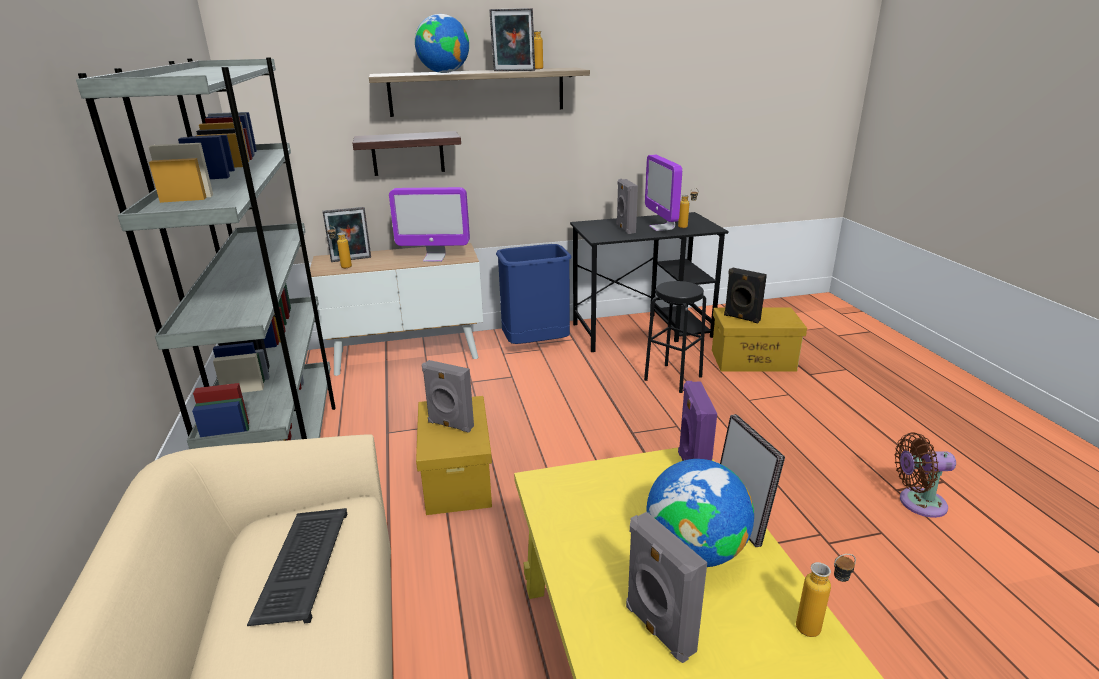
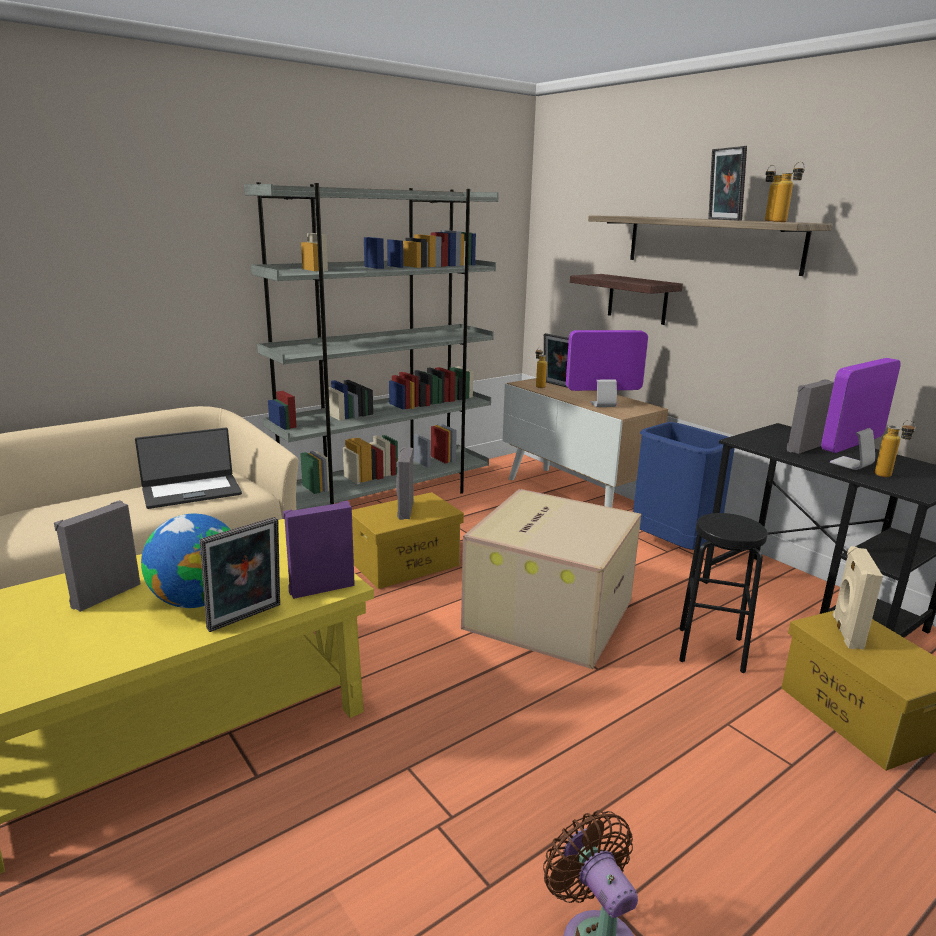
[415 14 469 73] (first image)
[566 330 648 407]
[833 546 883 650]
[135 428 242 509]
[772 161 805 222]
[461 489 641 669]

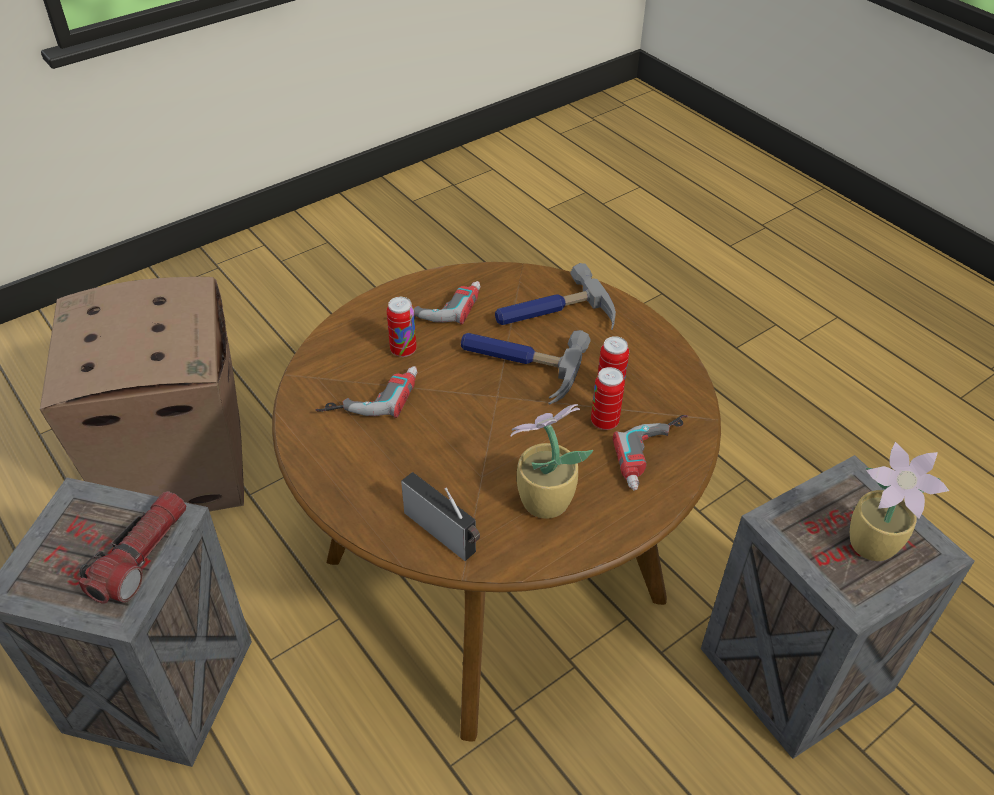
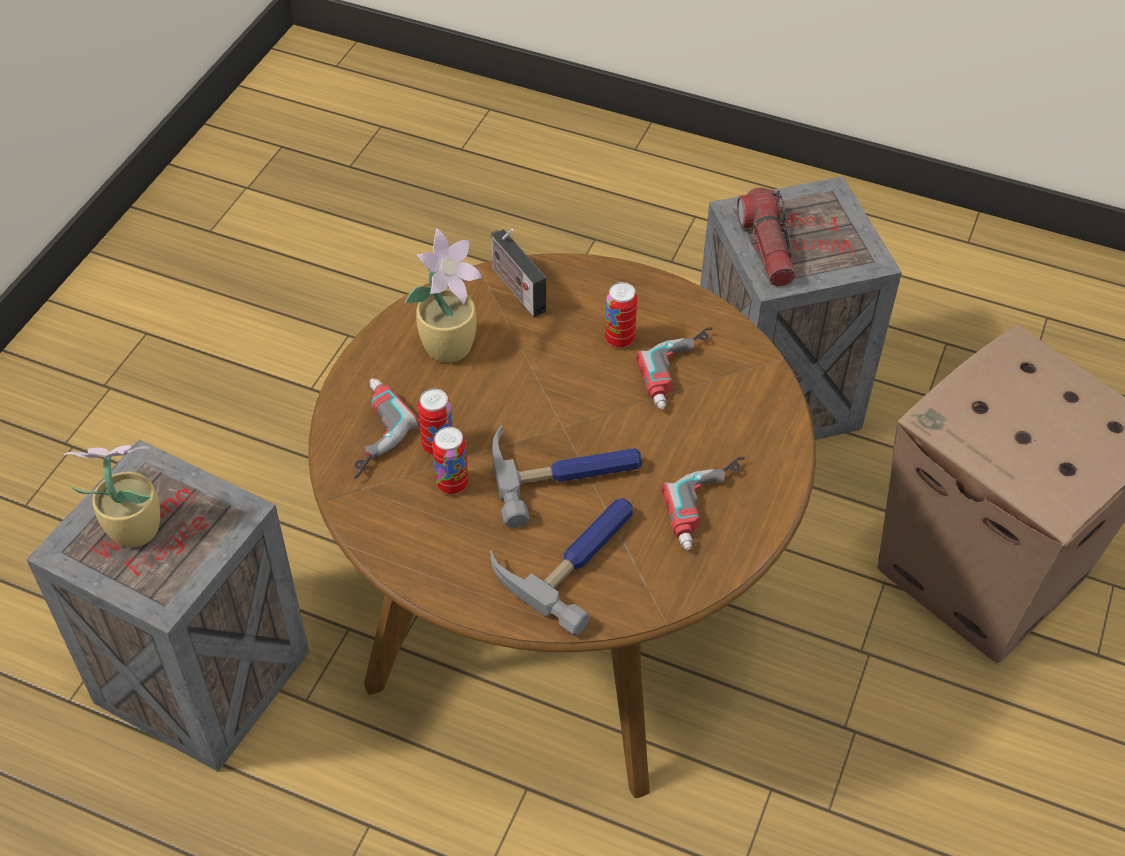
[605 282 637 348]
[491 229 546 317]

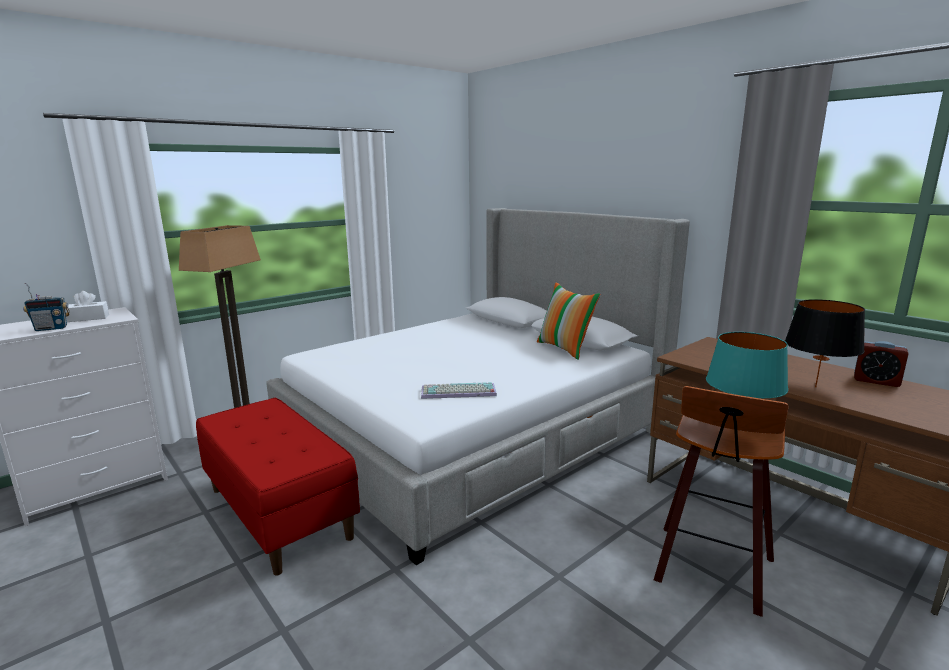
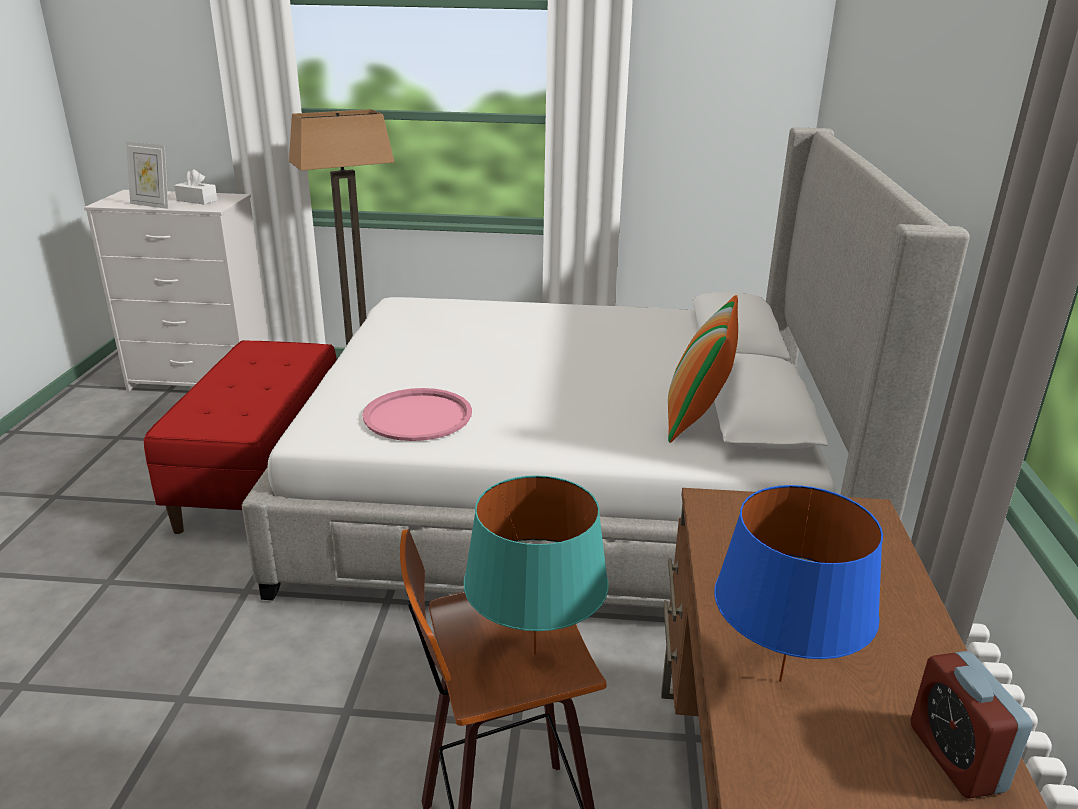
[126 141 168 209]
[714 485 883 682]
[362 388 472 441]

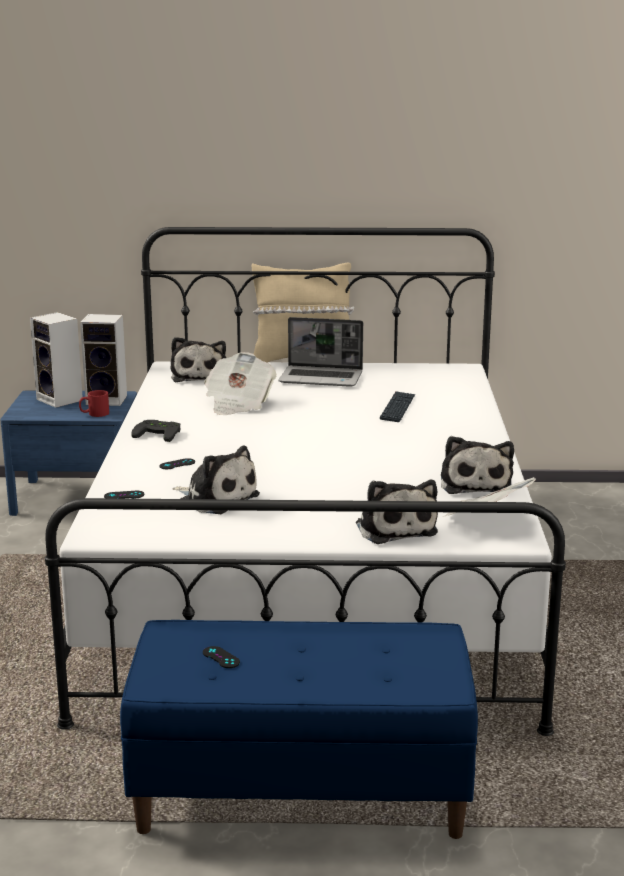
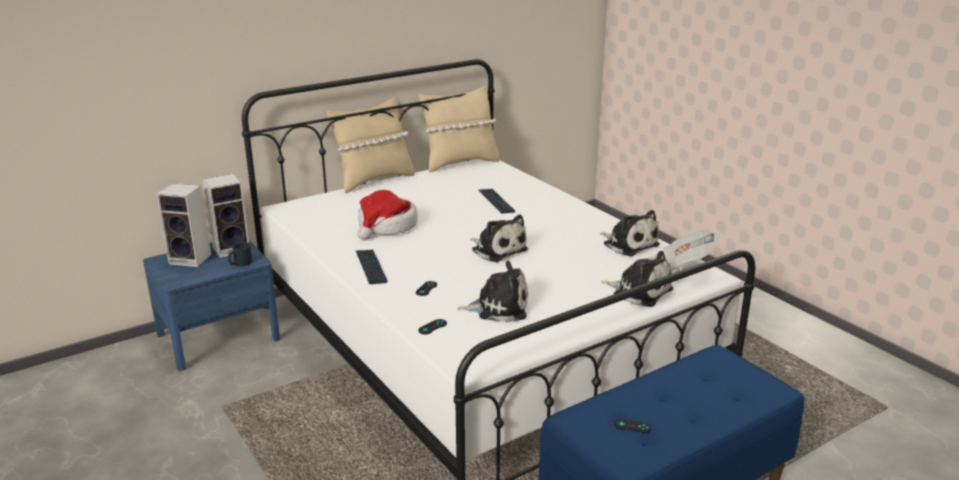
[278 317 363 387] (first image)
[470 215 528 262]
[357 190 418 240]
[228 242 252 266]
[356 250 388 284]
[419 86 500 172]

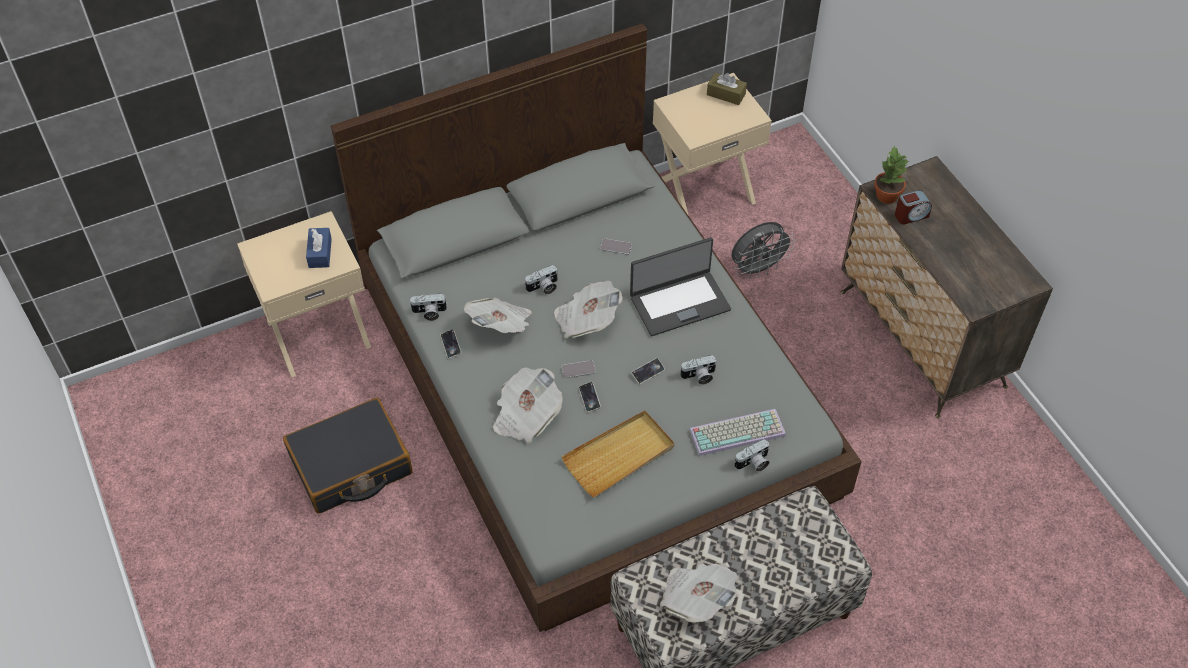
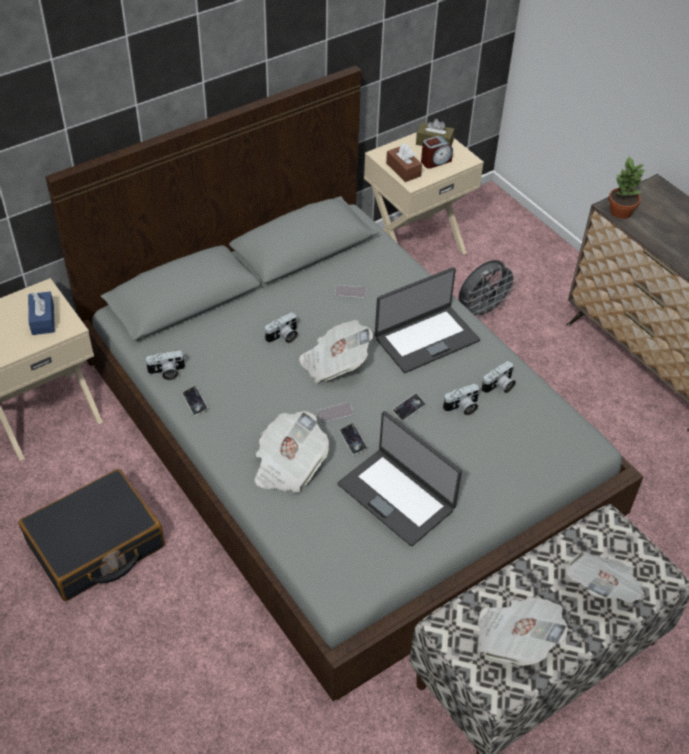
[421 136 453 169]
[565 551 645 603]
[689 409 786 456] (first image)
[338 411 462 546]
[481 361 516 393]
[386 143 422 182]

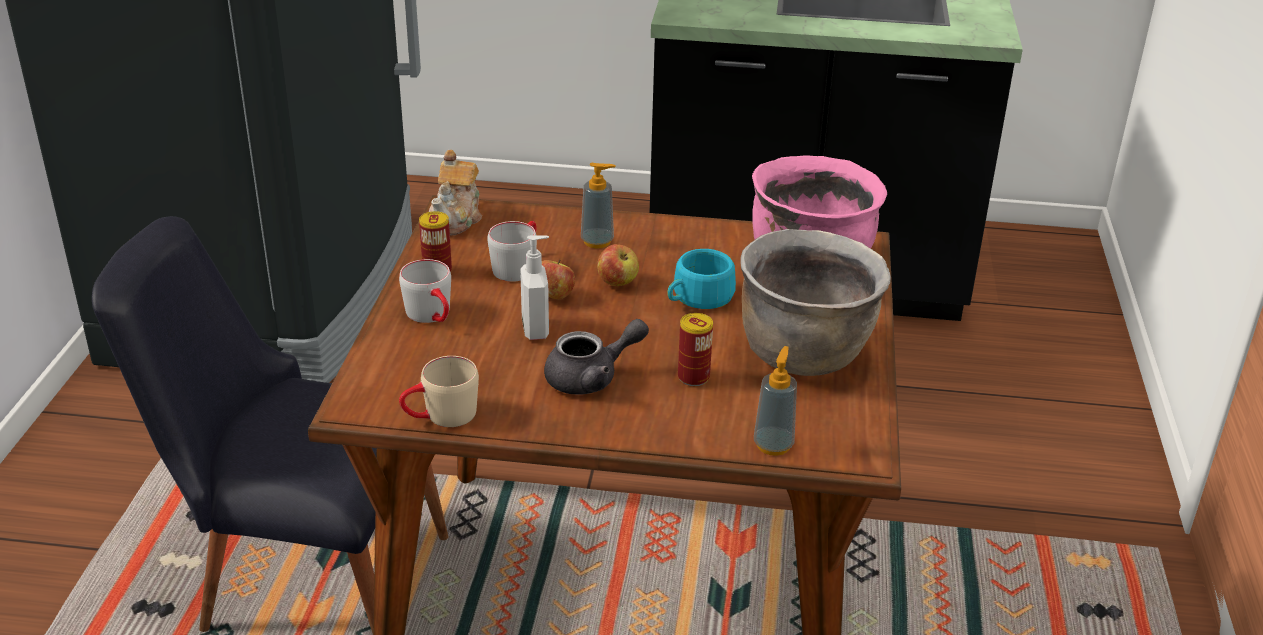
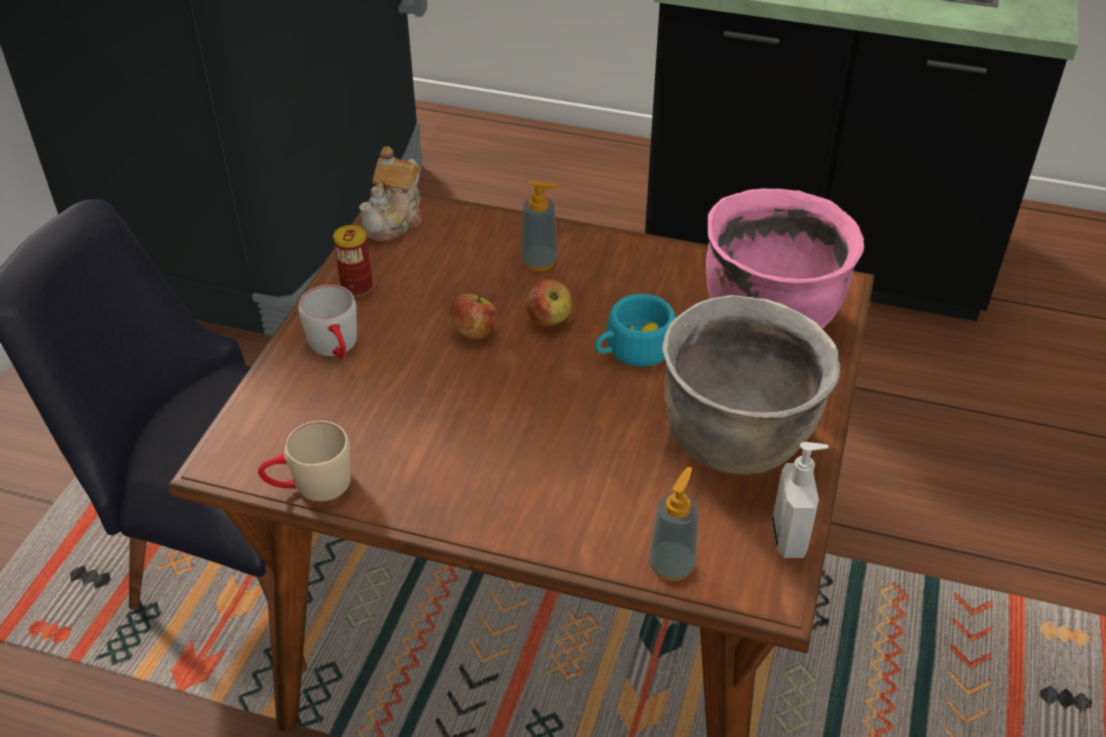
[487 221 536 282] (first image)
[772 442 829 558]
[678 313 713 386] (first image)
[544 319 649 395] (first image)

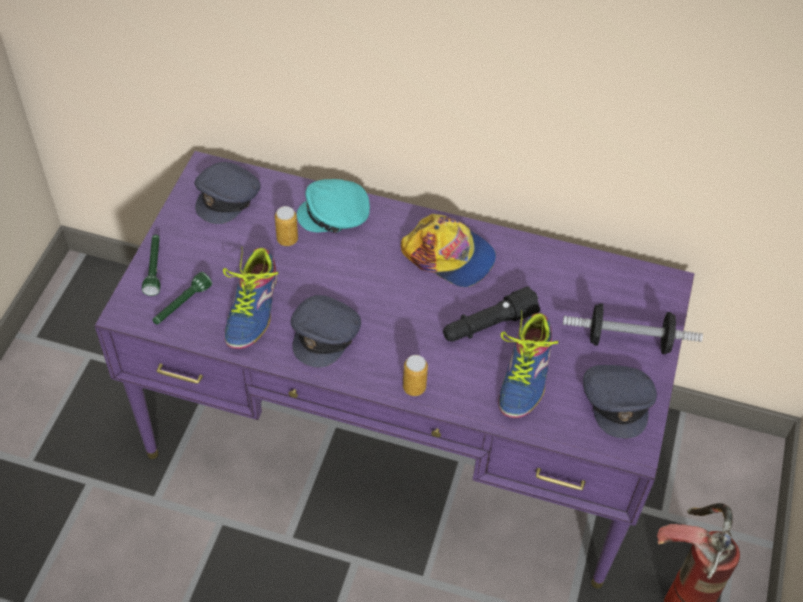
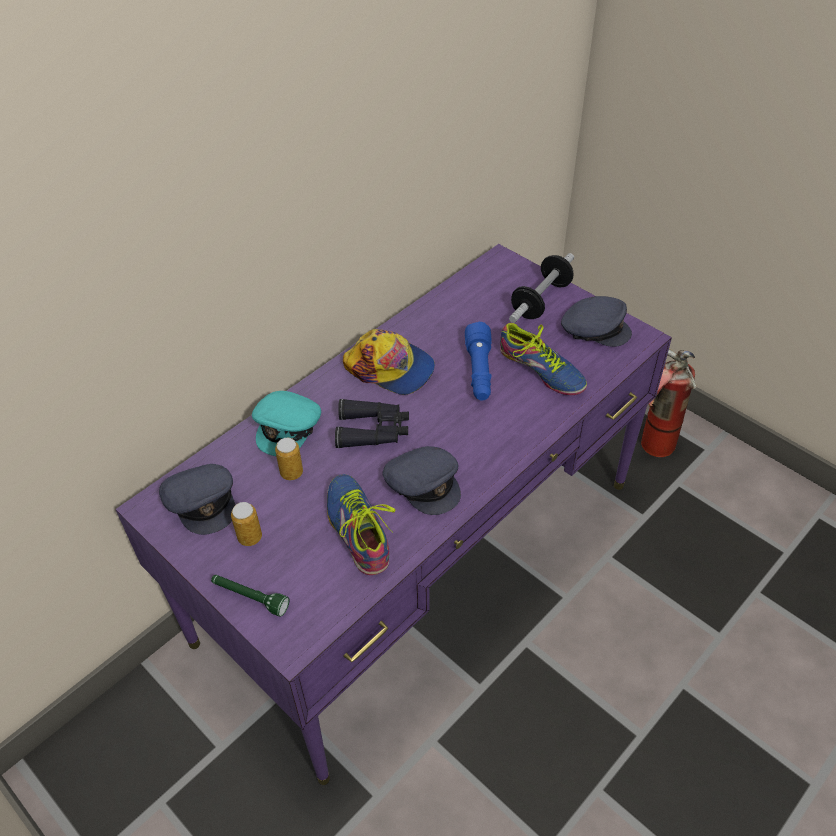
[343 329 435 395]
[327 474 395 575]
[153 272 212 325] (first image)
[465 322 492 401]
[231 502 262 546]
[335 399 409 448]

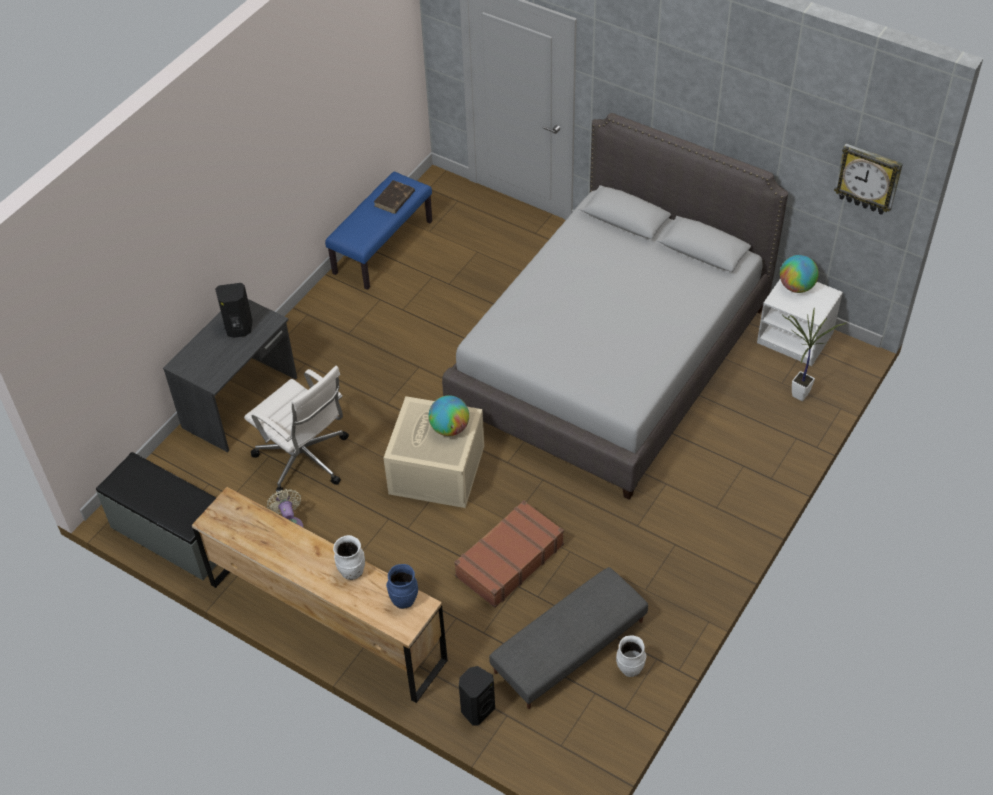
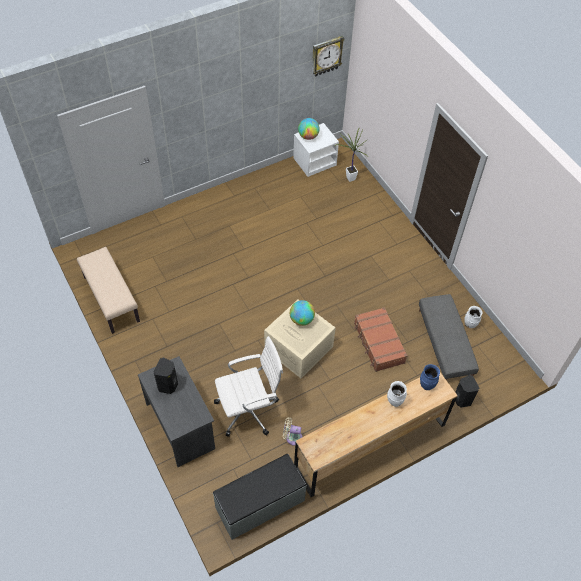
[442 113 788 500] (first image)
[77 247 140 334]
[374 180 415 214] (first image)

